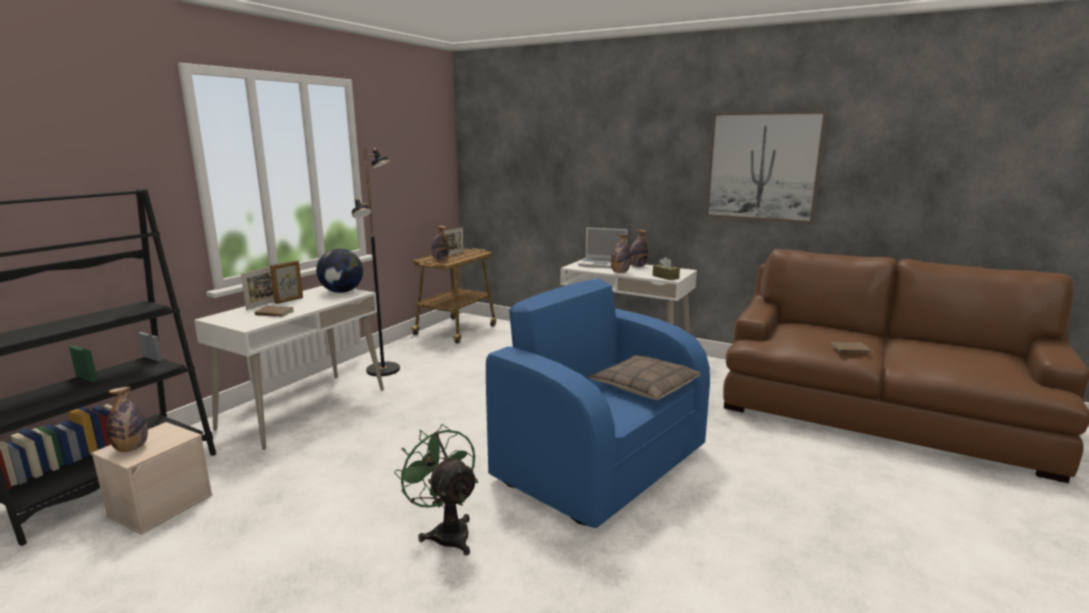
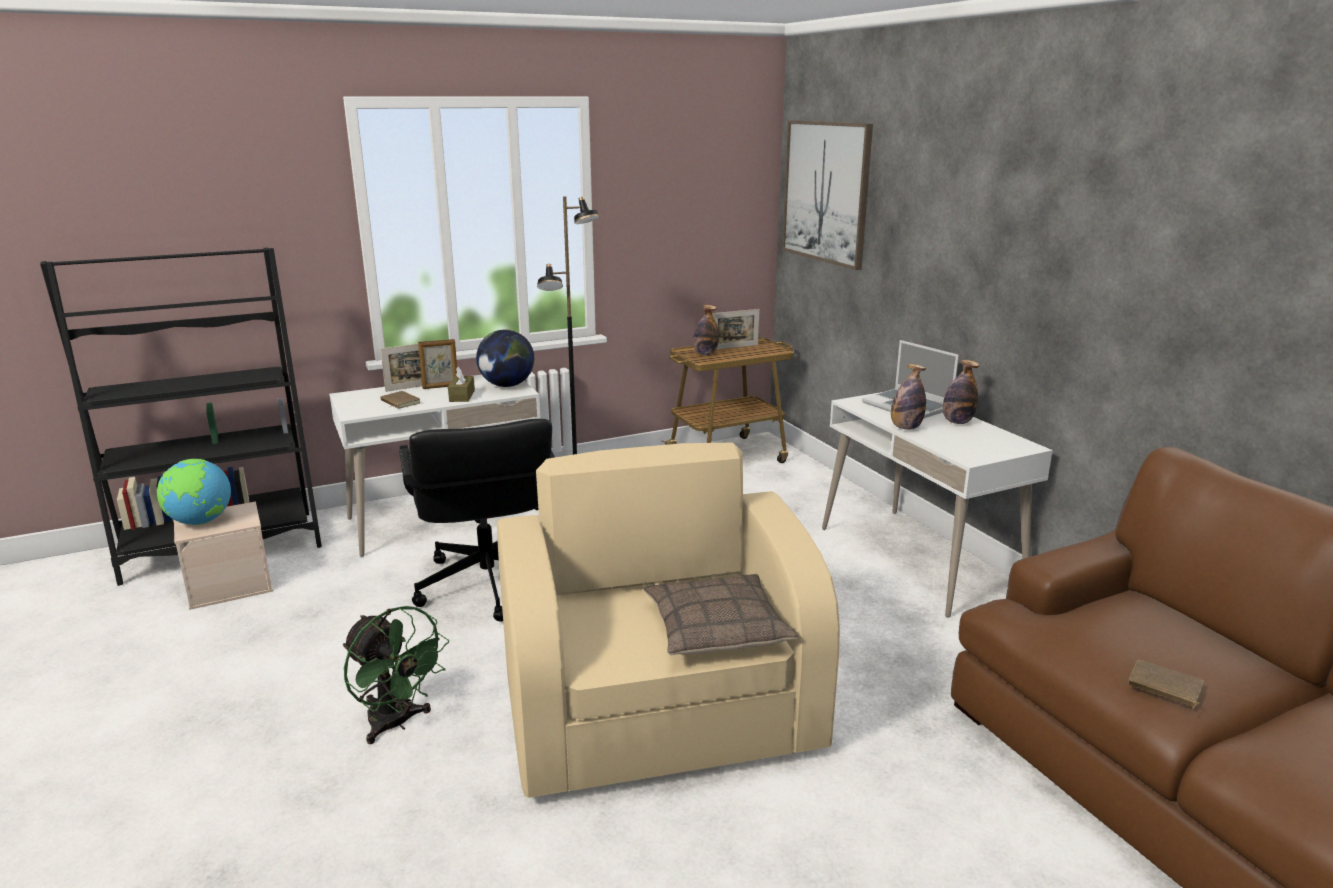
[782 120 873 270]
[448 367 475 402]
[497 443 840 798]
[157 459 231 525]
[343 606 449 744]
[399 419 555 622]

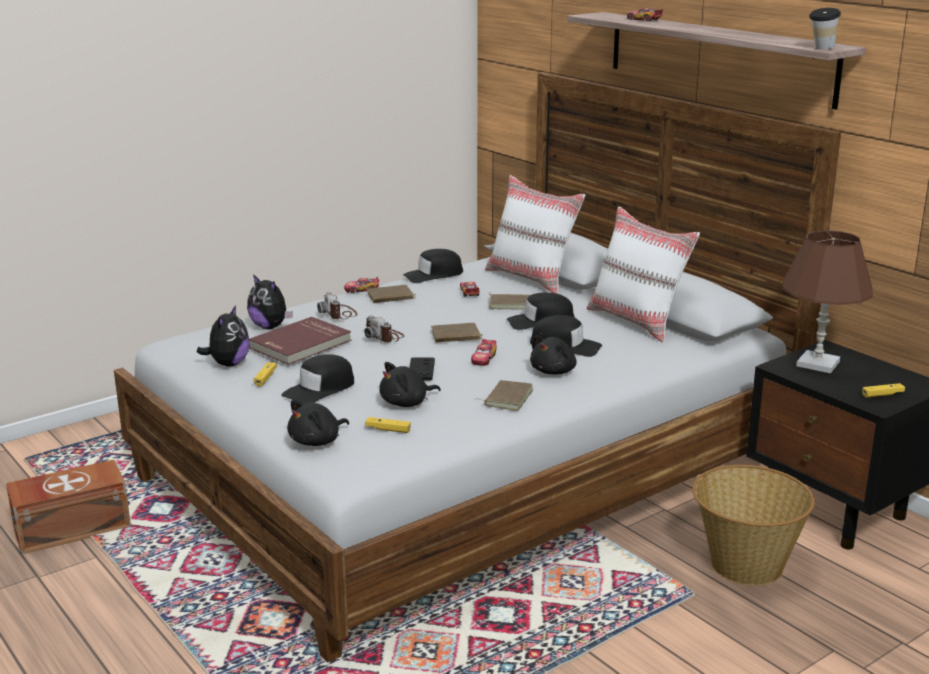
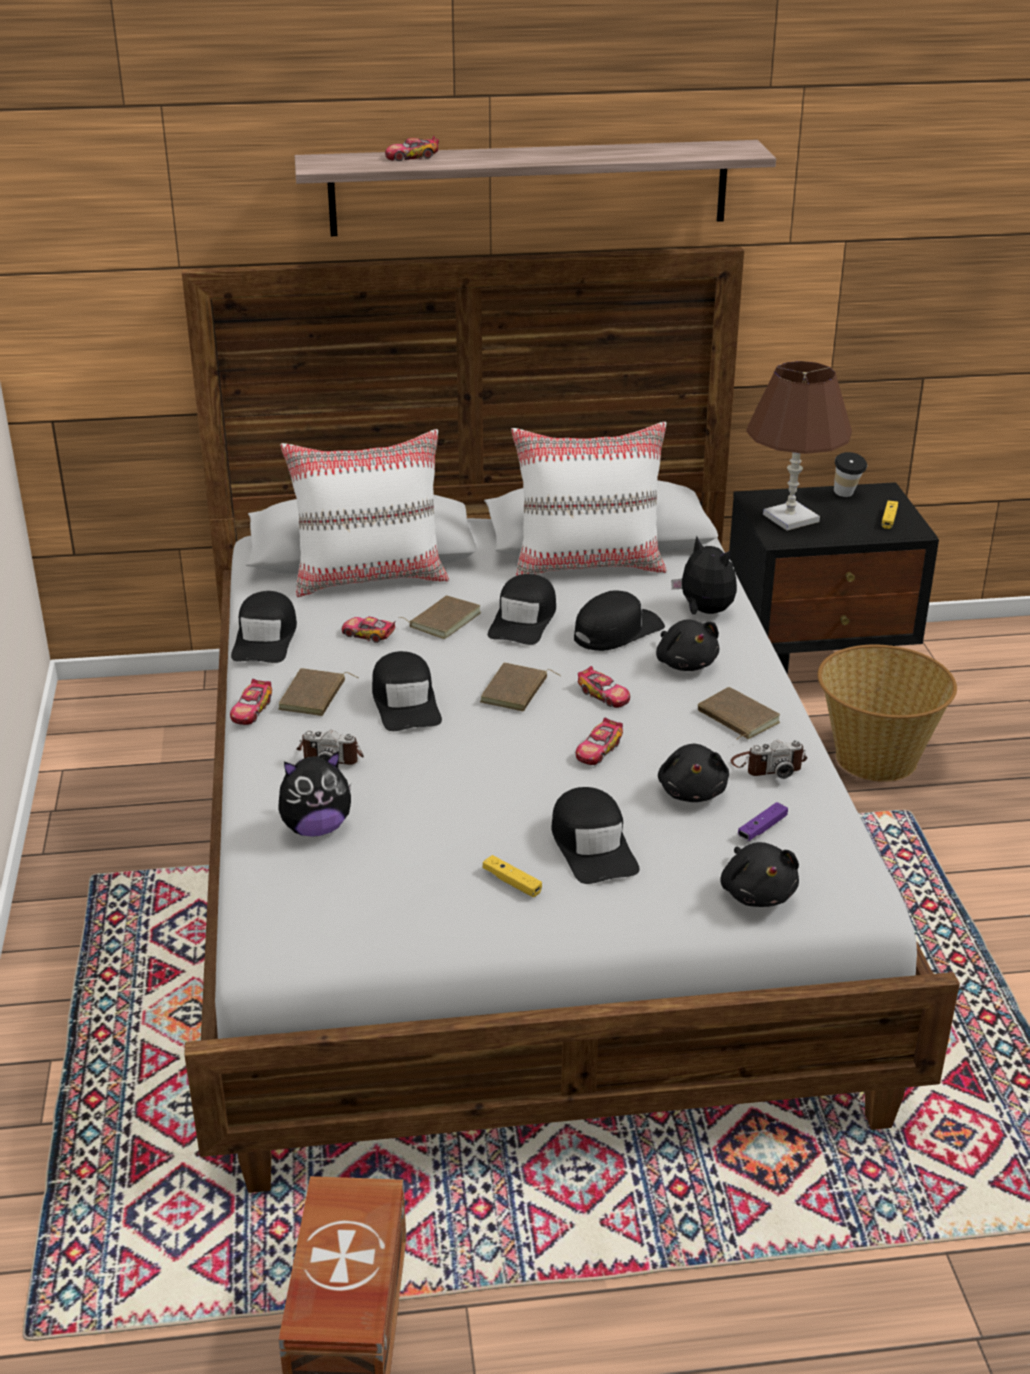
[834 452 867 497]
[671 536 737 614]
[731 740 807 779]
[249 317 351 365] (first image)
[576 718 623 765]
[738 802 788 841]
[372 651 442 731]

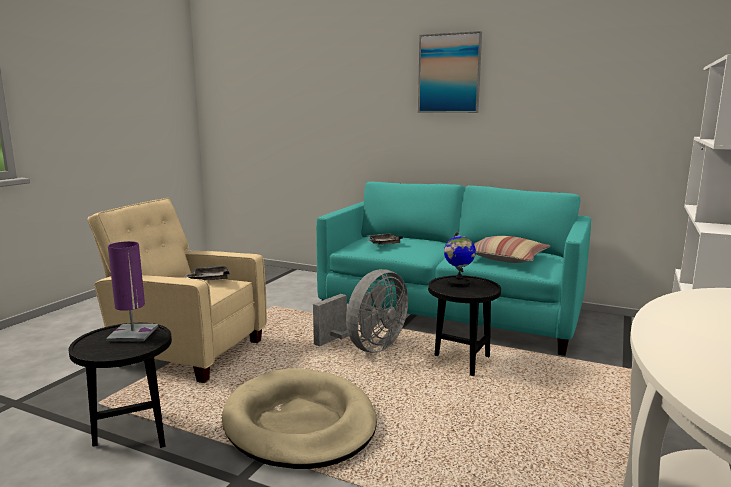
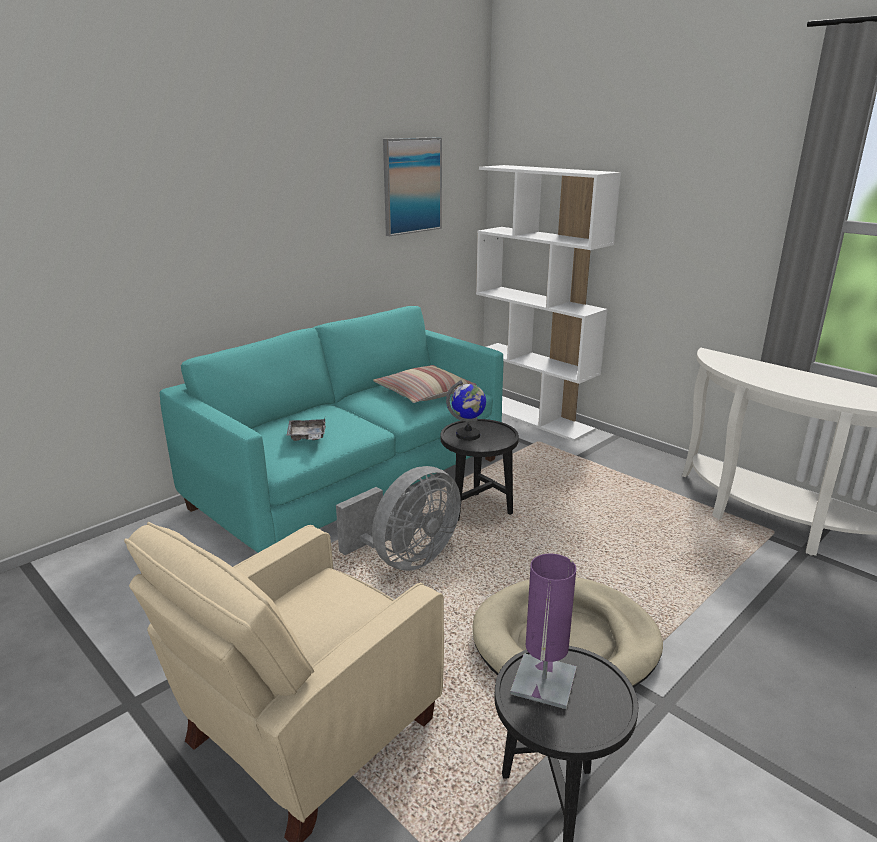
[383 137 442 236]
[185 266 230 281] (first image)
[336 466 461 571]

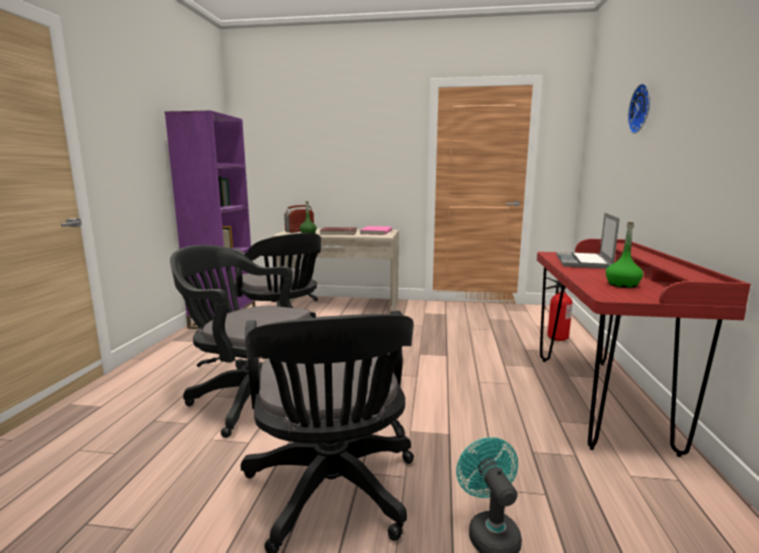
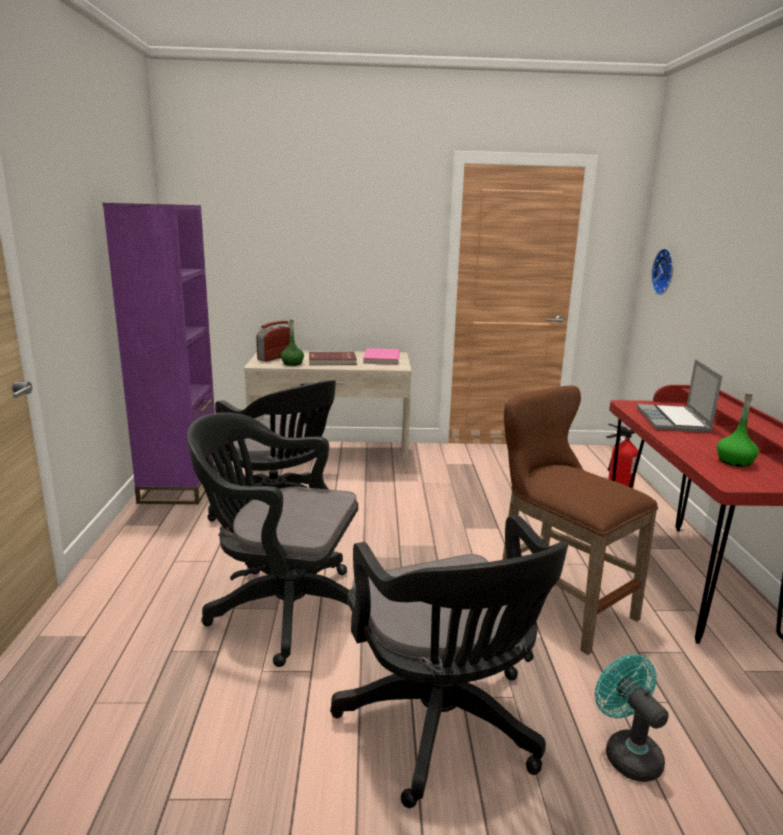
[651 248 673 295]
[502 386 658 655]

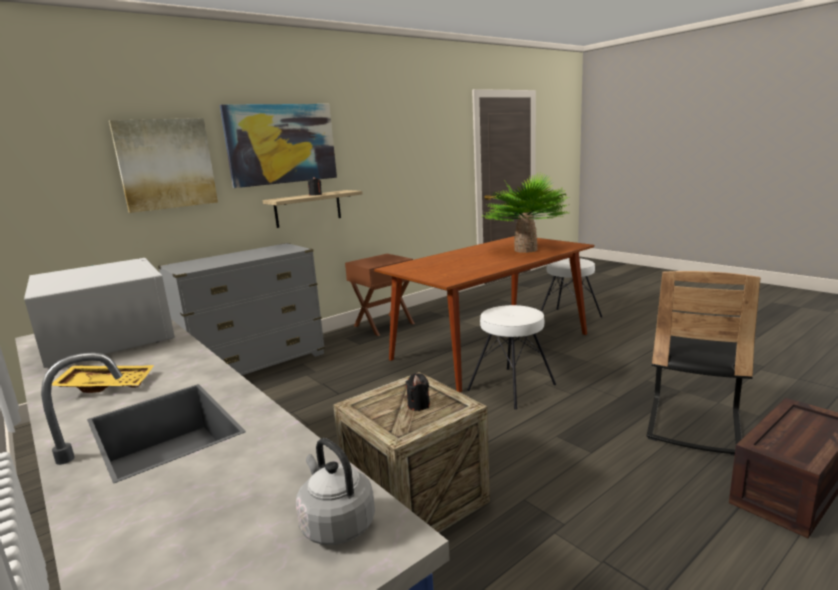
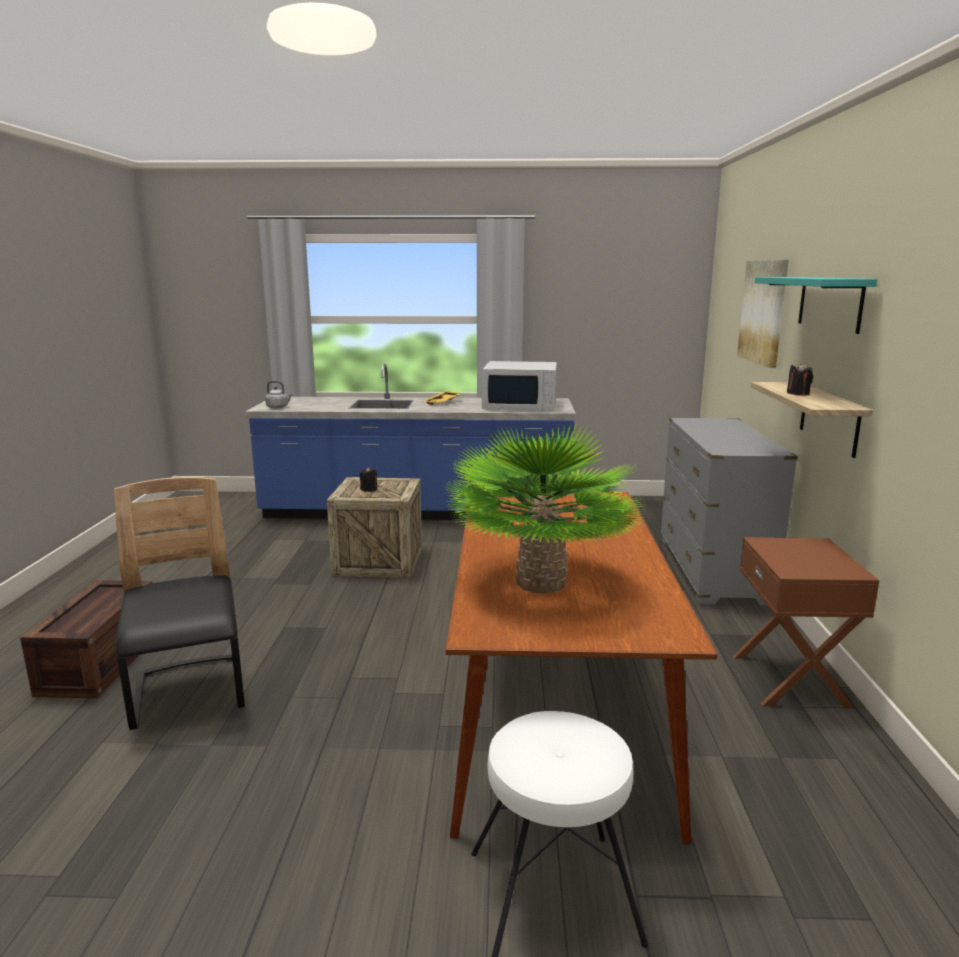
[755 277 877 334]
[467 305 556 410] (first image)

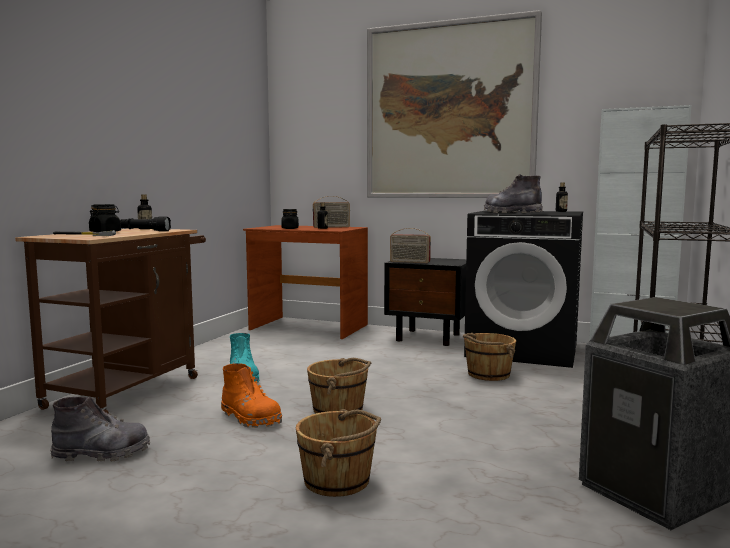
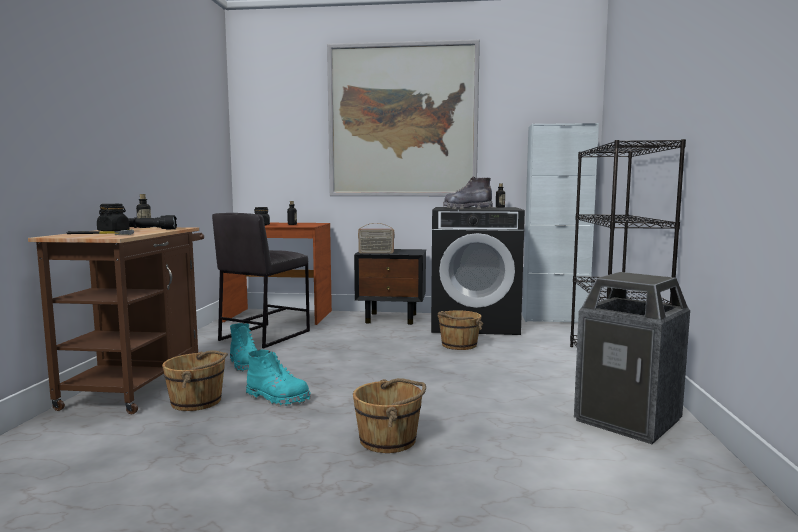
[313 196 350 228] (first image)
[162 350 228 411]
[246 350 311 406]
[50 397 150 461] (first image)
[212 213 310 348]

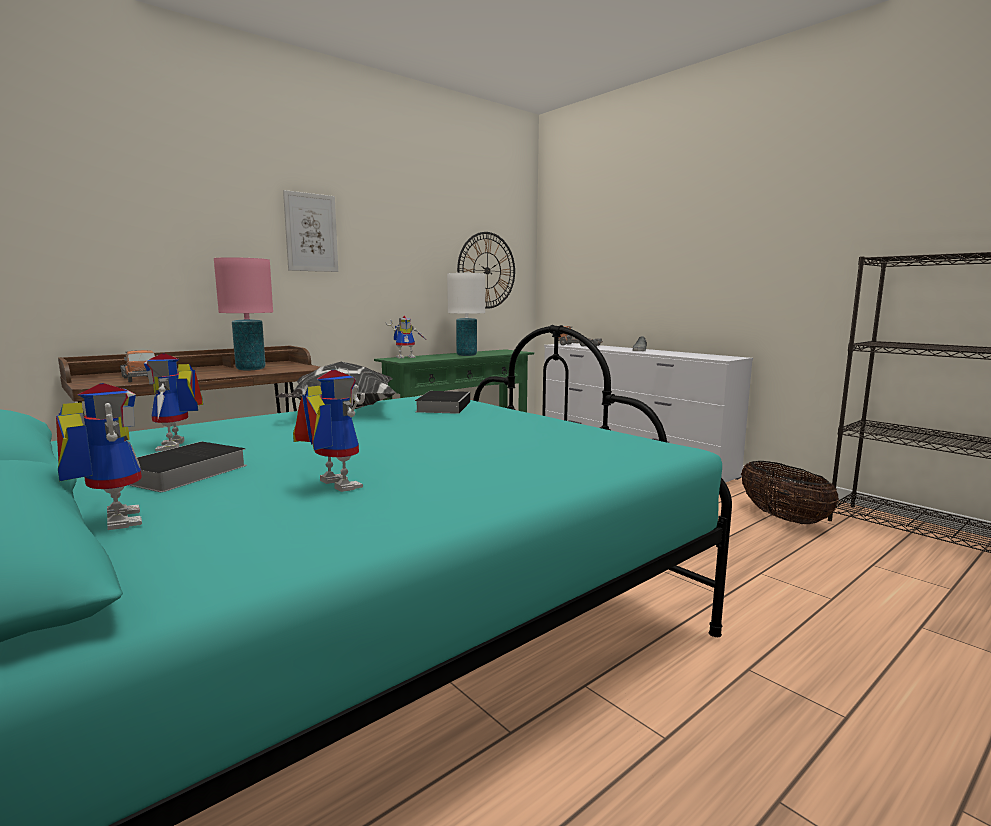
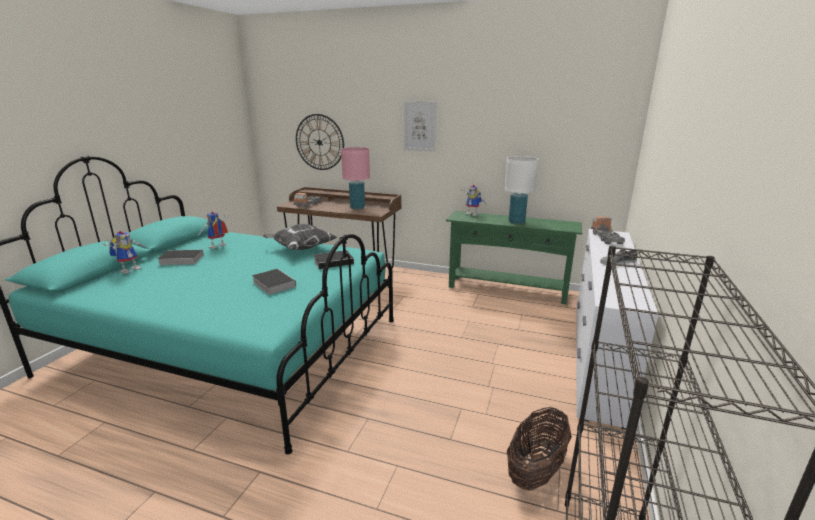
[296 114 344 170]
[293 370 365 492] (first image)
[252 269 296 295]

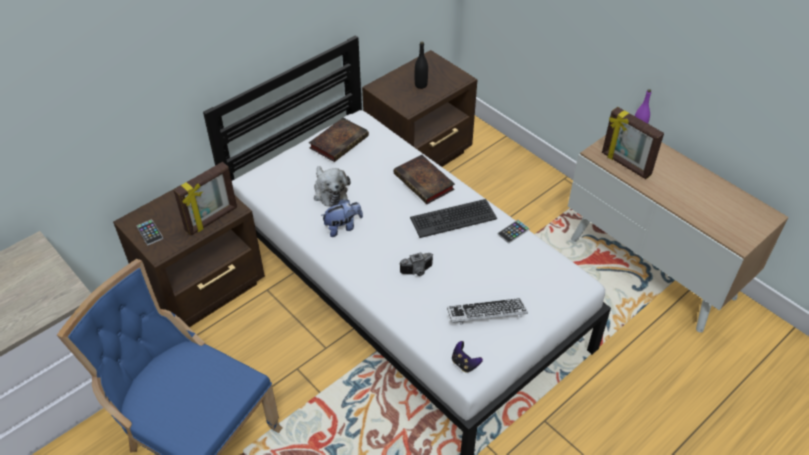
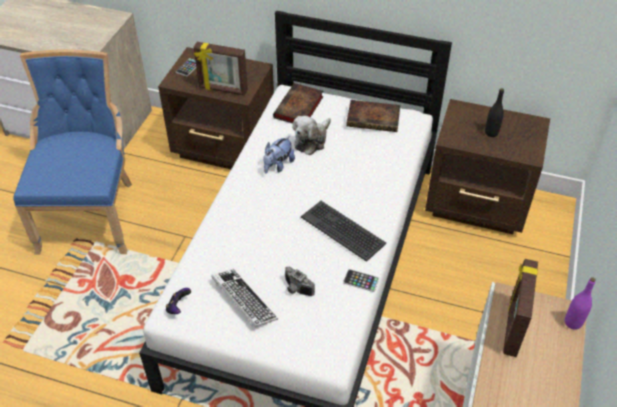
[273 83 323 124]
[263 136 295 173]
[285 267 315 296]

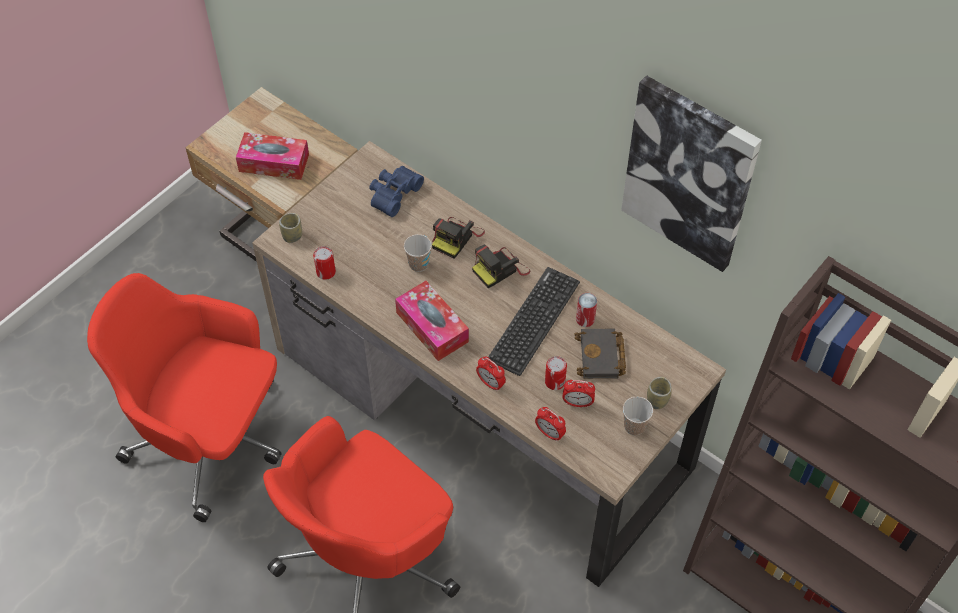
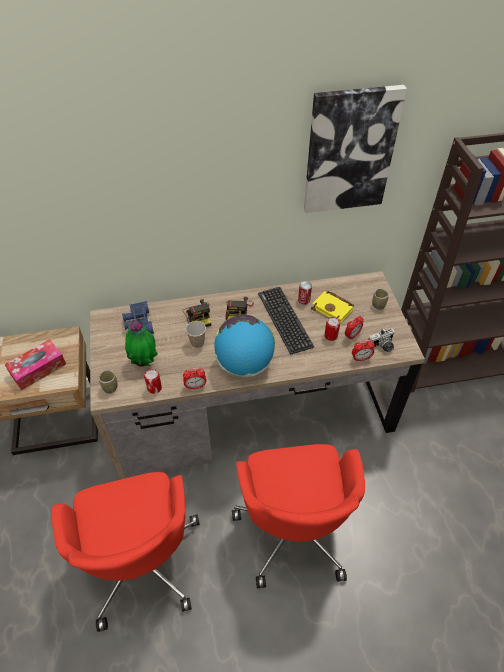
[52 472 200 632]
[214 315 275 377]
[311 291 354 323]
[183 368 206 389]
[623 396 653 435] (first image)
[125 320 158 367]
[368 328 395 352]

